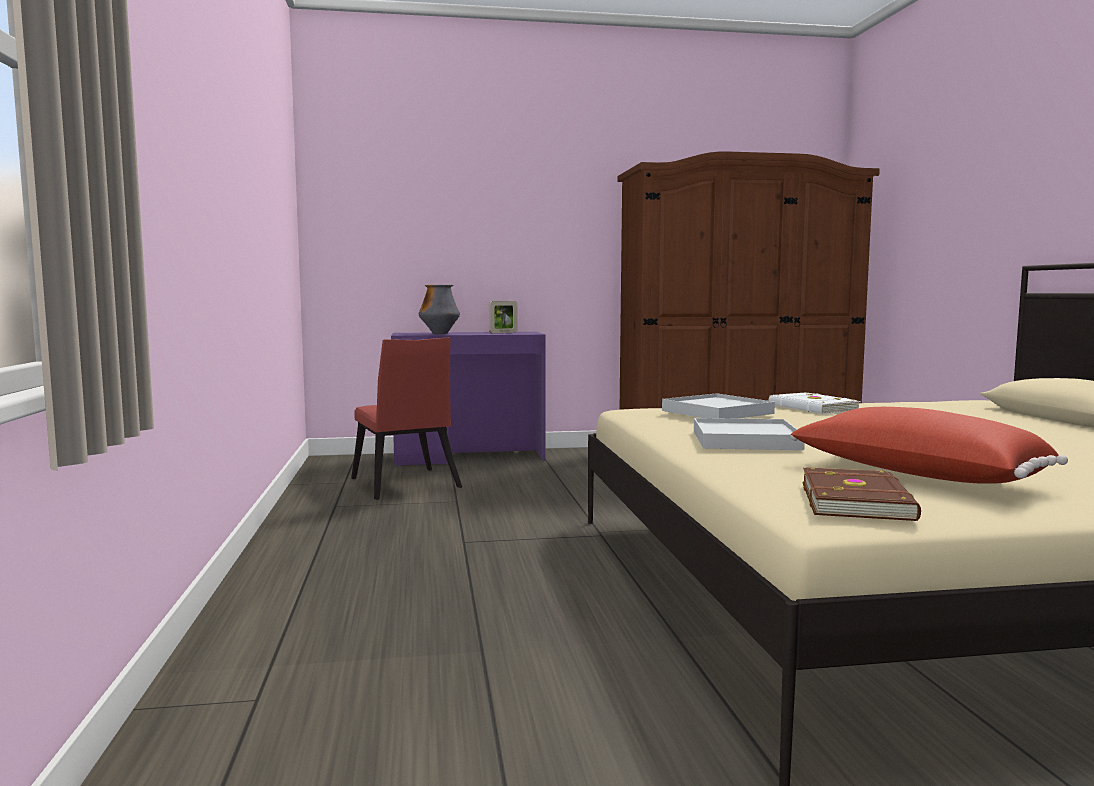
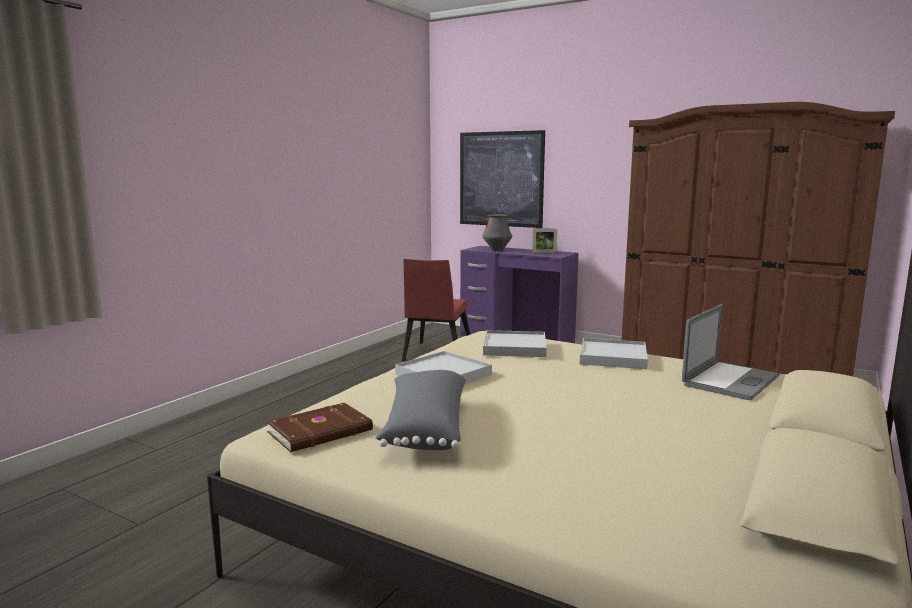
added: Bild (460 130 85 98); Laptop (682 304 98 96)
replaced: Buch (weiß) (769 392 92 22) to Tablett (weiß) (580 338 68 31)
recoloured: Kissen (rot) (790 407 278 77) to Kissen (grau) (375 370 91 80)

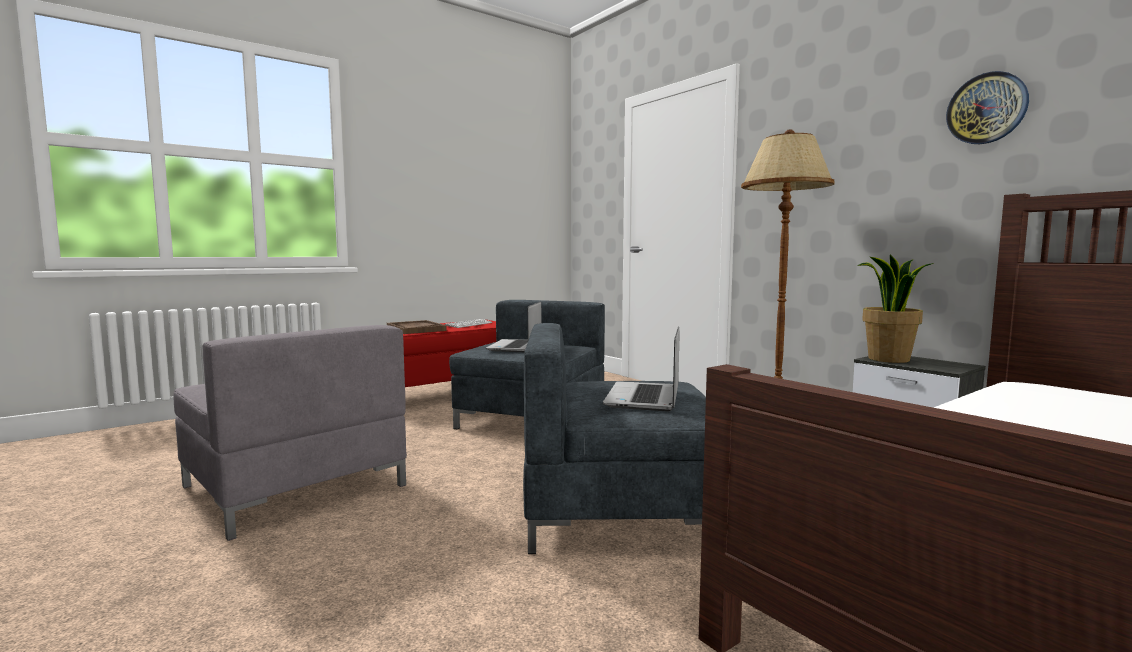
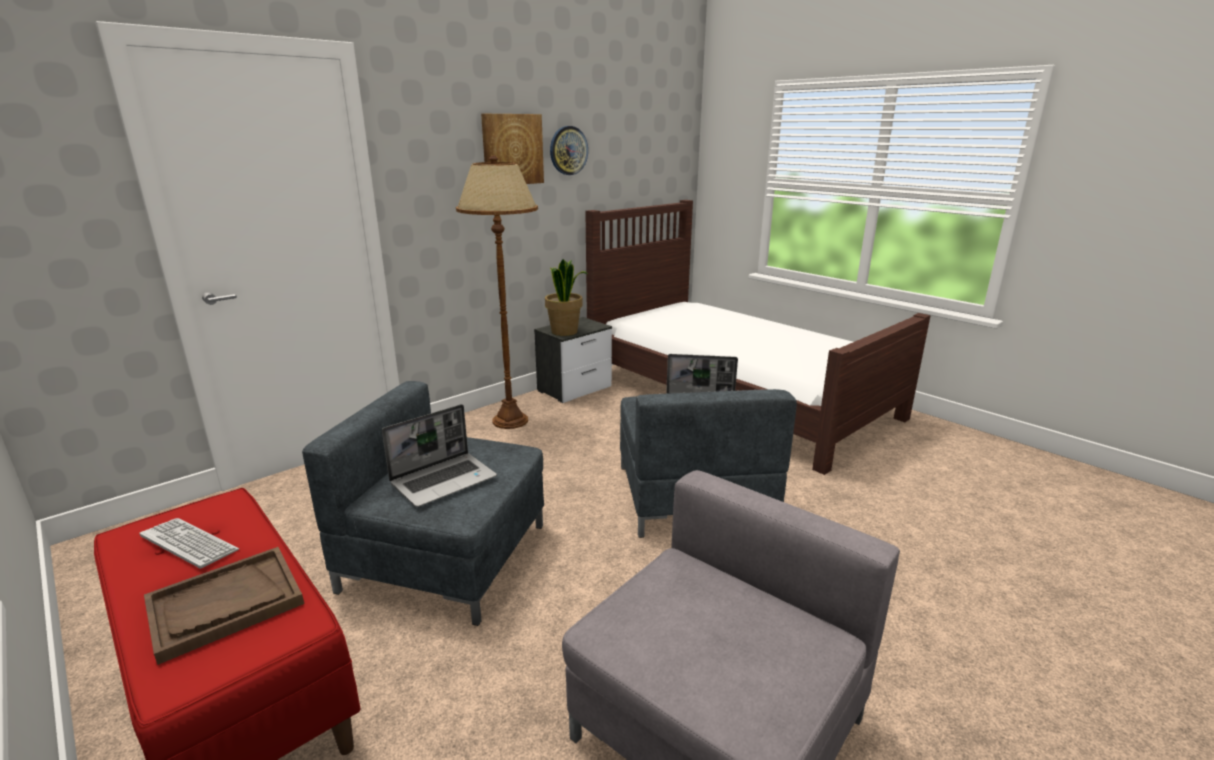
added: Bild (481 114 63 70)
turned: Laptop (486 302 55 50) = (382 404 115 103) 45 degrees counterclockwise

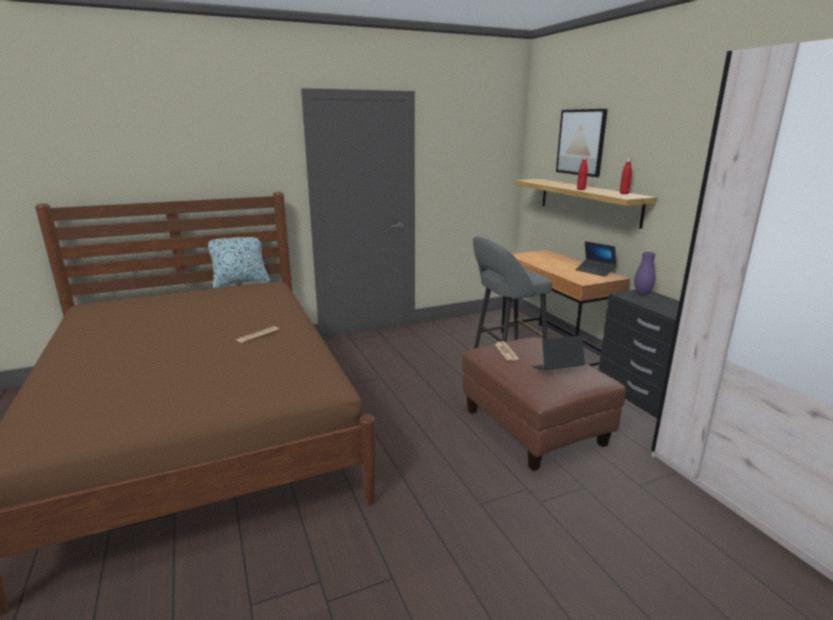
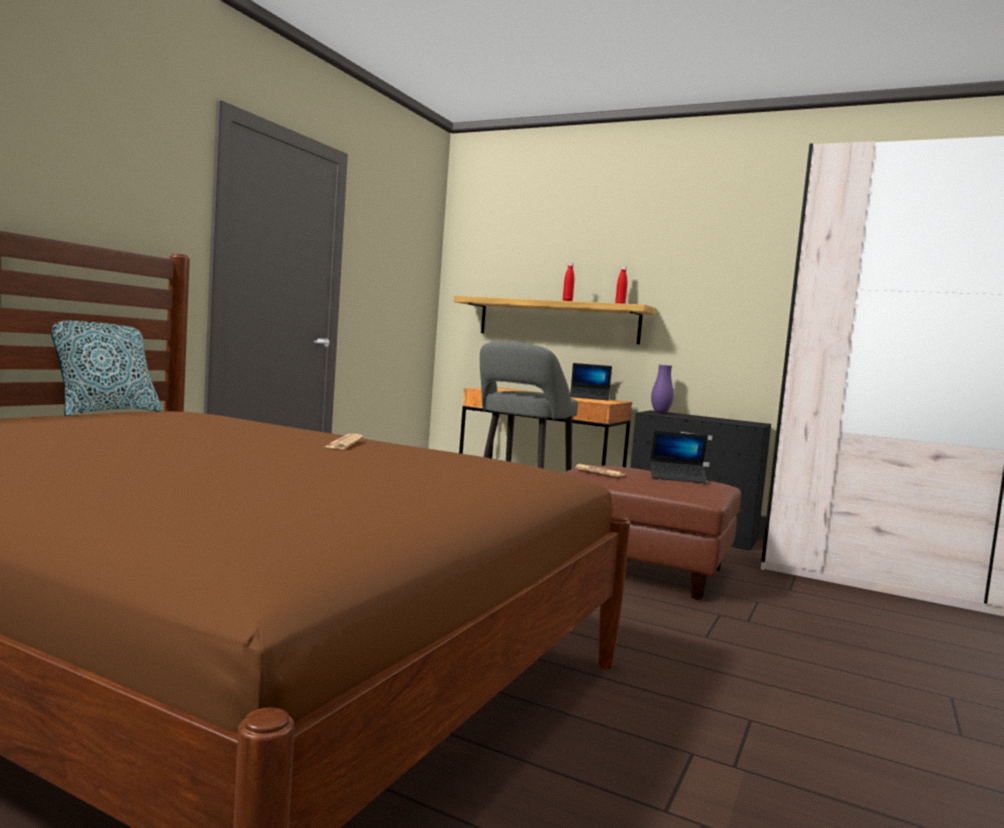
removed: Bild (556 109 52 68)
turned: Laptop (532 335 53 35) = (650 431 58 53) 120 degrees counterclockwise

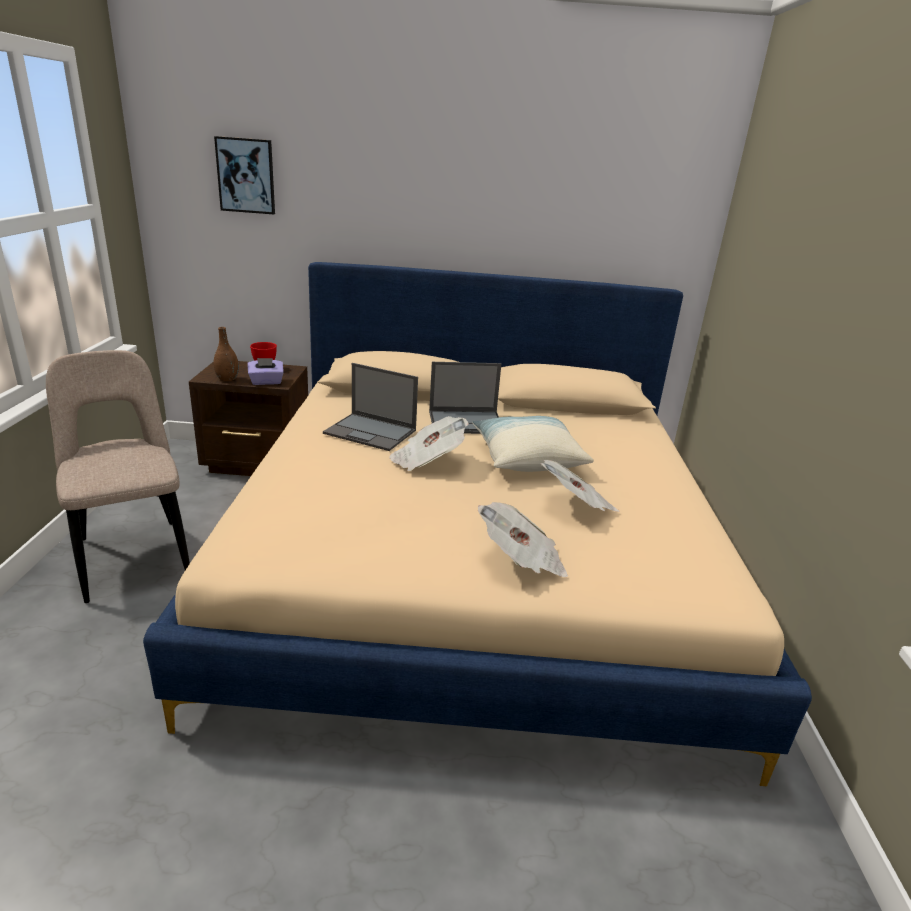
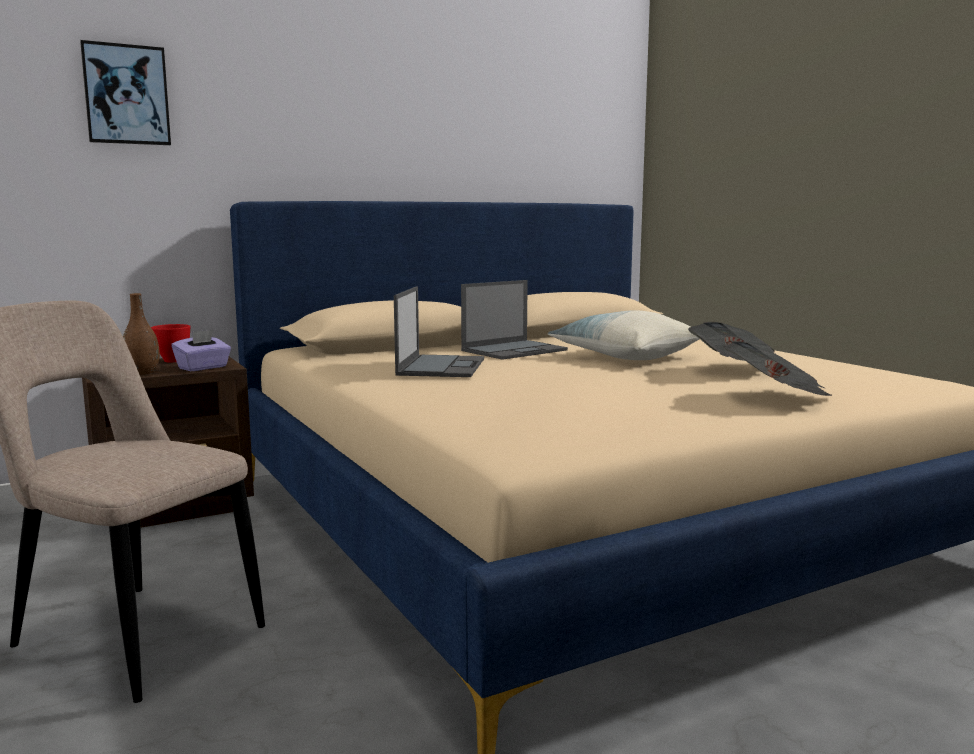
removed: Zeitung (389 416 80 55)
turned: Laptop (323 363 95 88) = (394 287 90 90) 75 degrees counterclockwise

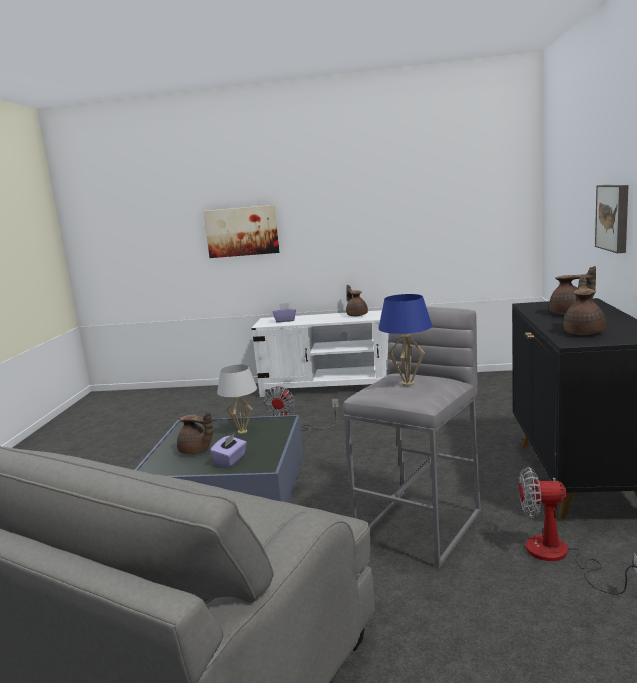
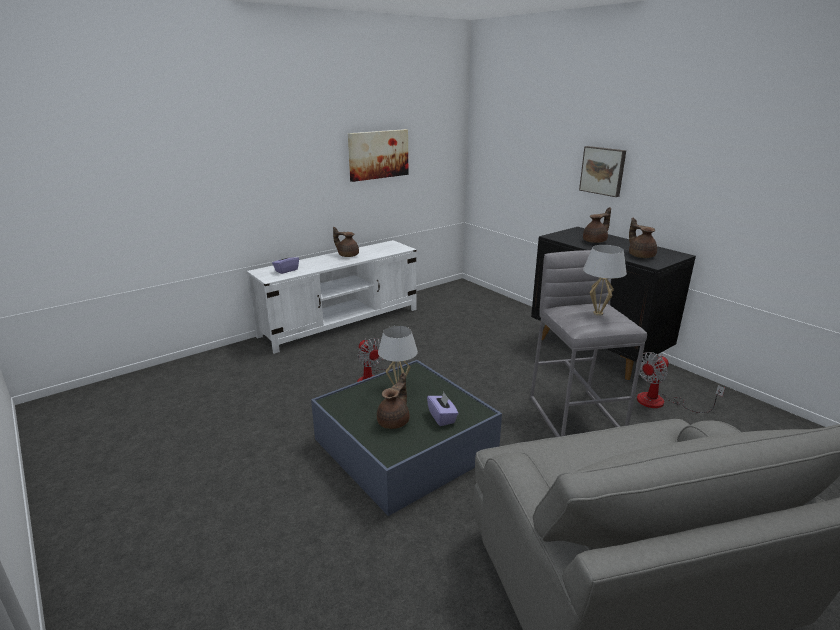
moved: Bild (203 205 77 53) to (348 129 60 53)
recoloured: Tischlampe (blau) (378 294 54 92) to Tischlampe (weiß) (583 245 44 71)
turned: Teekanne (braun) (177 411 36 43) = (377 373 33 56) 45 degrees counterclockwise

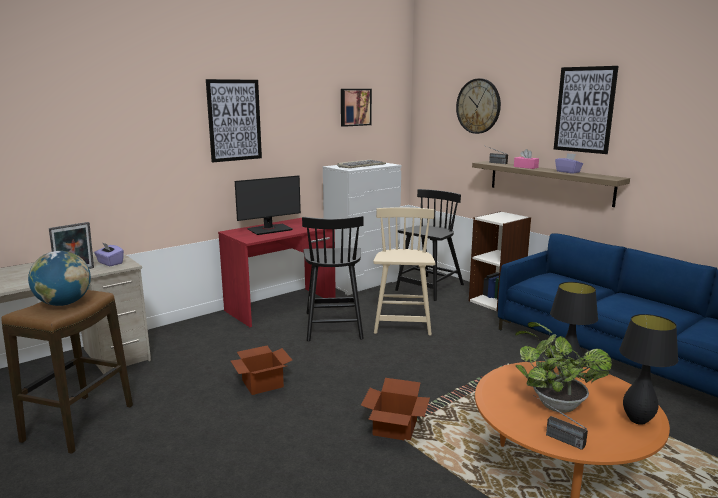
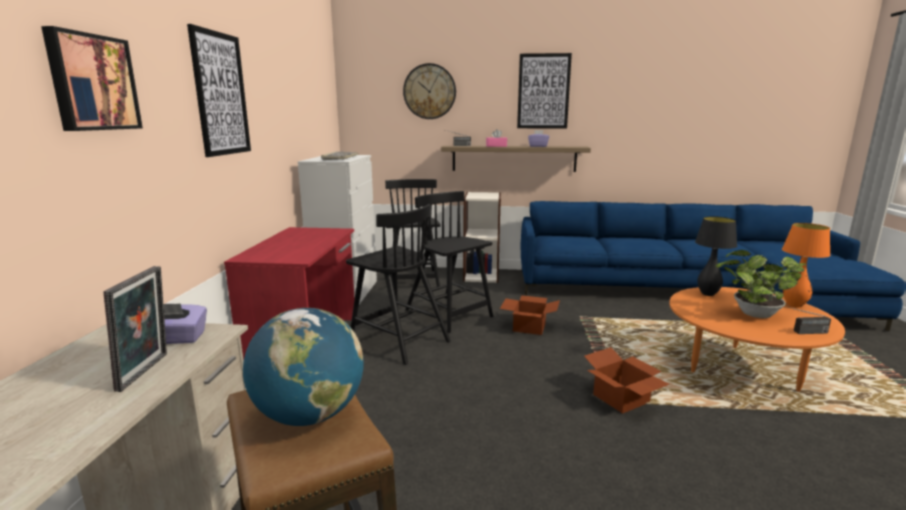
removed: Monitor (235 175 66 60)
moved: Karton (231 346 61 49) to (500 295 60 40); Bild (341 89 31 38) to (41 26 102 105)
recoloured: Stuhl (beige) (373 207 62 129) to Stuhl (schwarz) (405 191 88 142); Tischlampe (schwarz) (619 314 59 111) to Tischlampe (orange) (782 223 48 84)

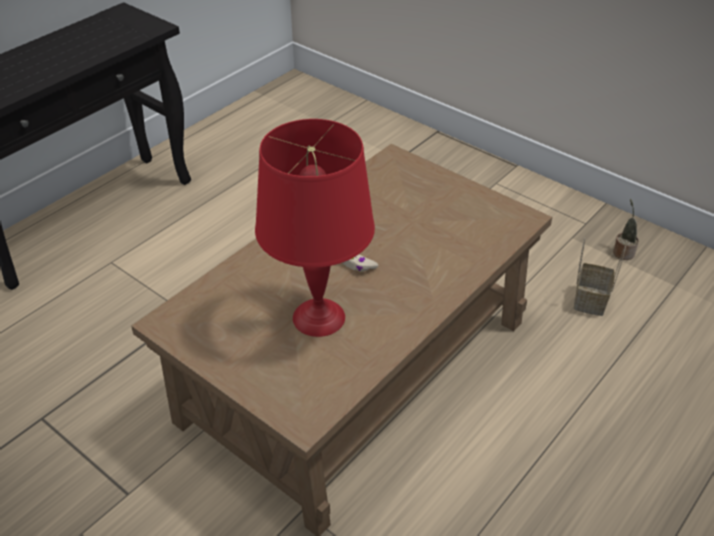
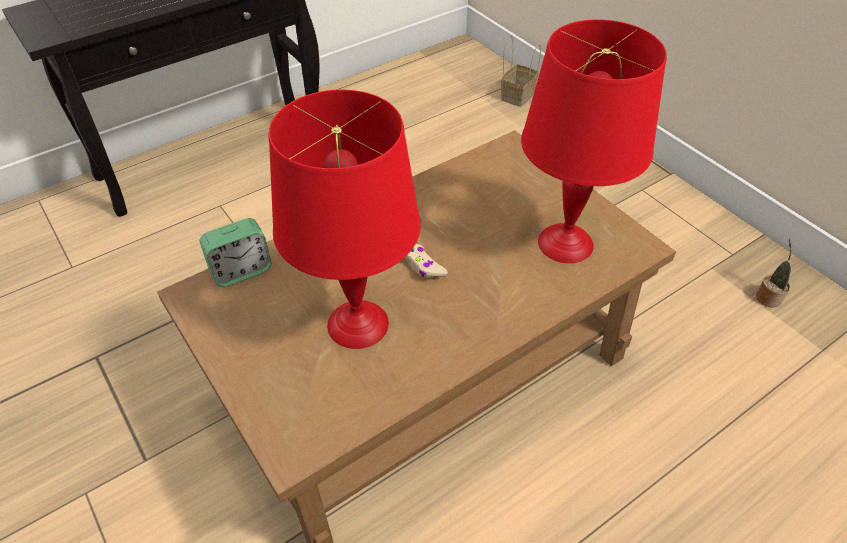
added: Wecker (200 218 72 69); Tischlampe (rot) (521 19 146 244)
moved: Korb (574 237 52 79) to (501 35 40 72)

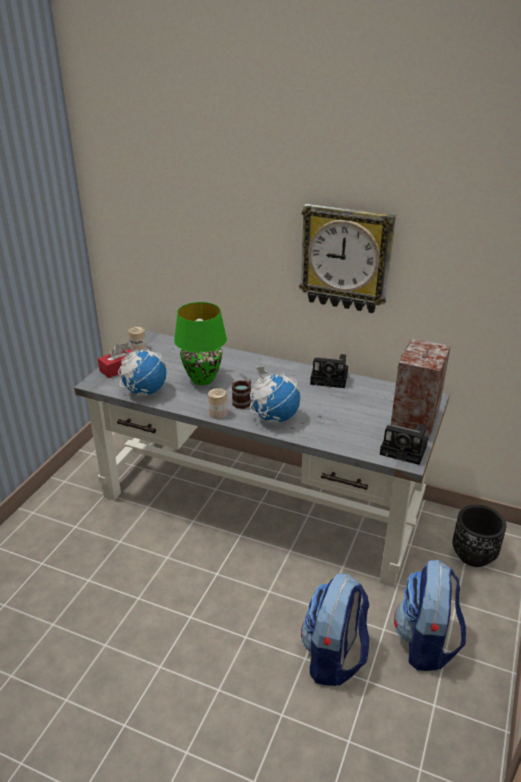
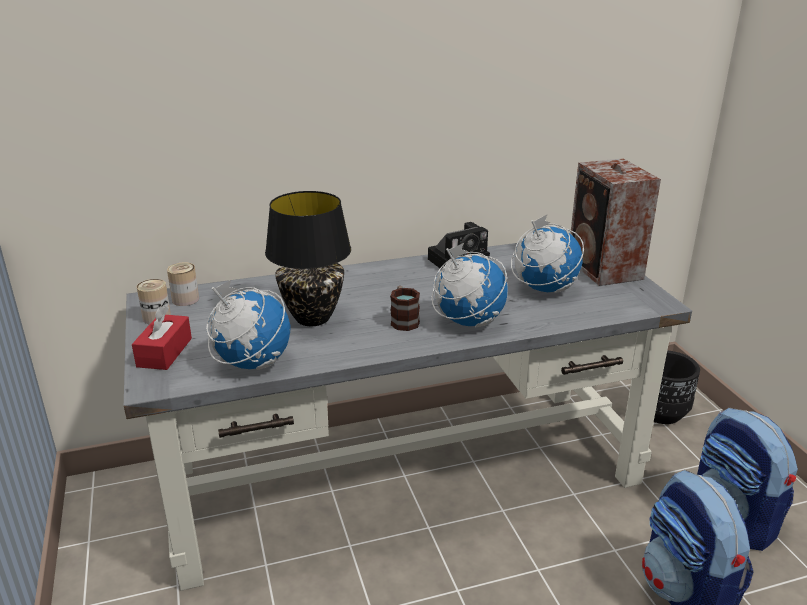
removed: Wanduhr (299 204 97 109); Kamera (380 424 48 41)
added: Globus (511 214 73 79)
moved: Dose (208 388 20 31) to (167 262 32 44)
recoloured: Tischlampe (grün) (174 302 53 83) to Tischlampe (schwarz) (265 191 86 135)

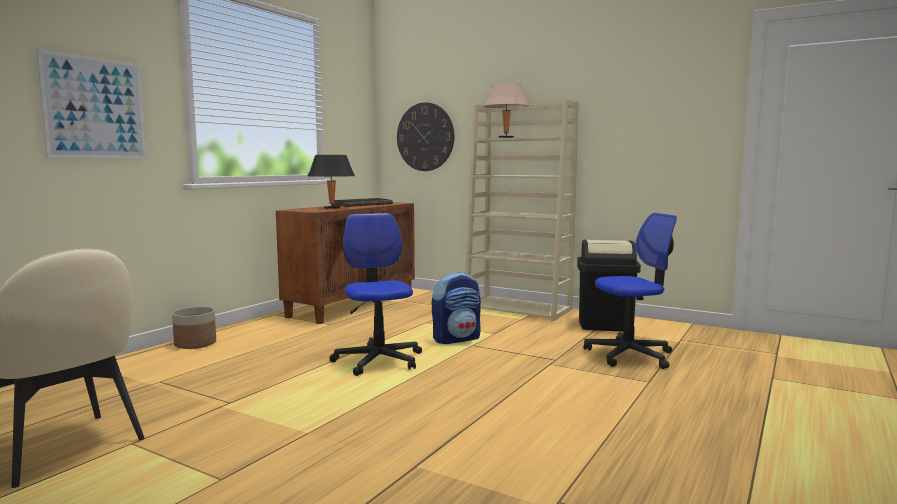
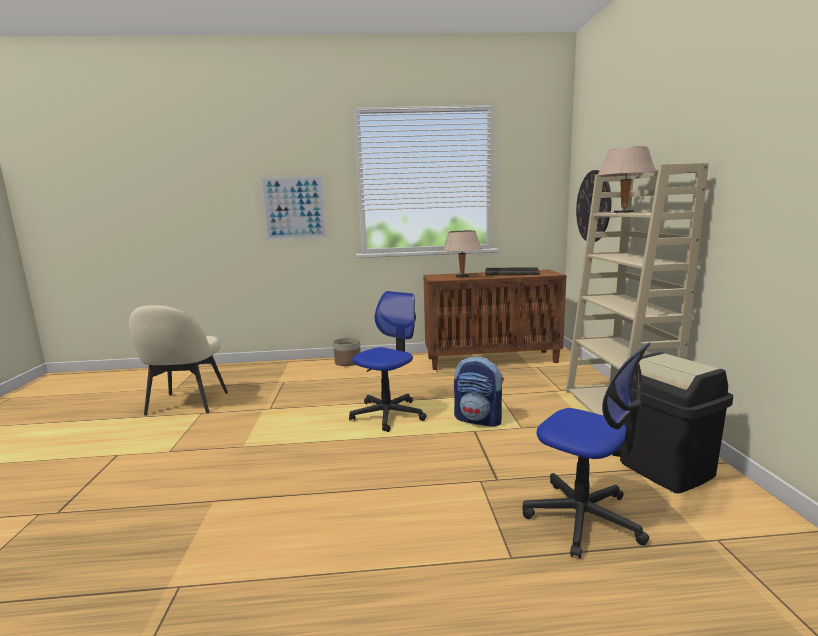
recoloured: Tischlampe (schwarz) (308 155 47 54) to Tischlampe (beige) (442 231 40 47)

